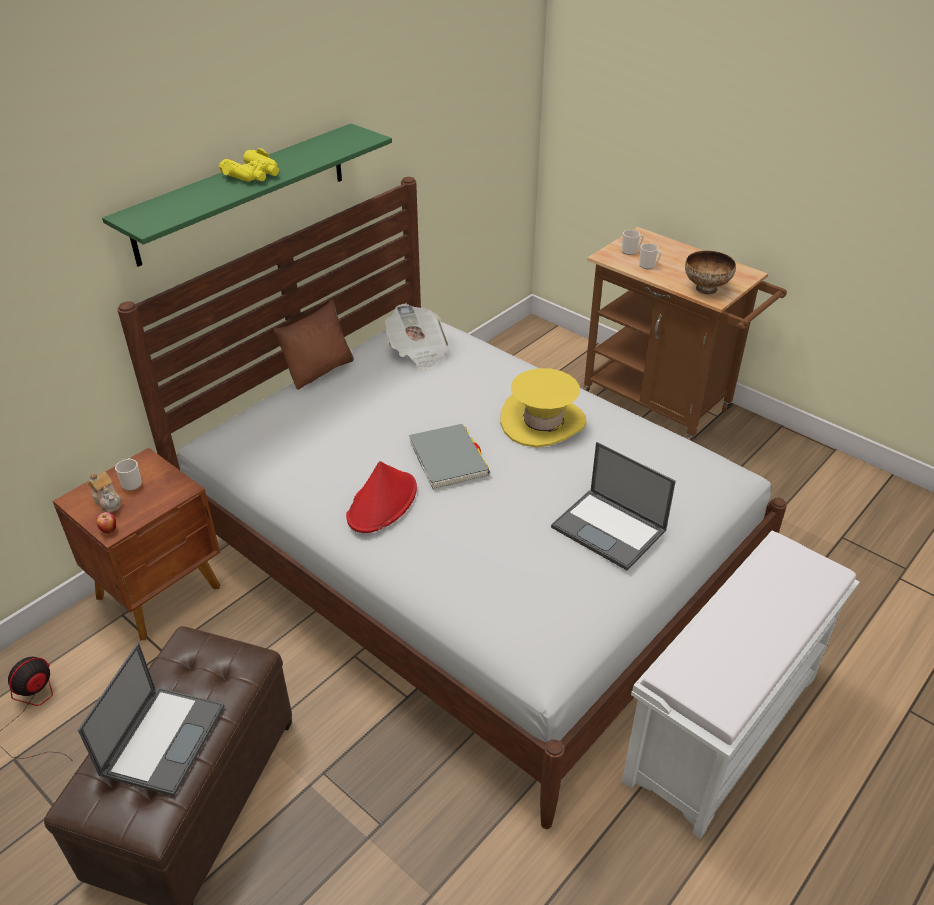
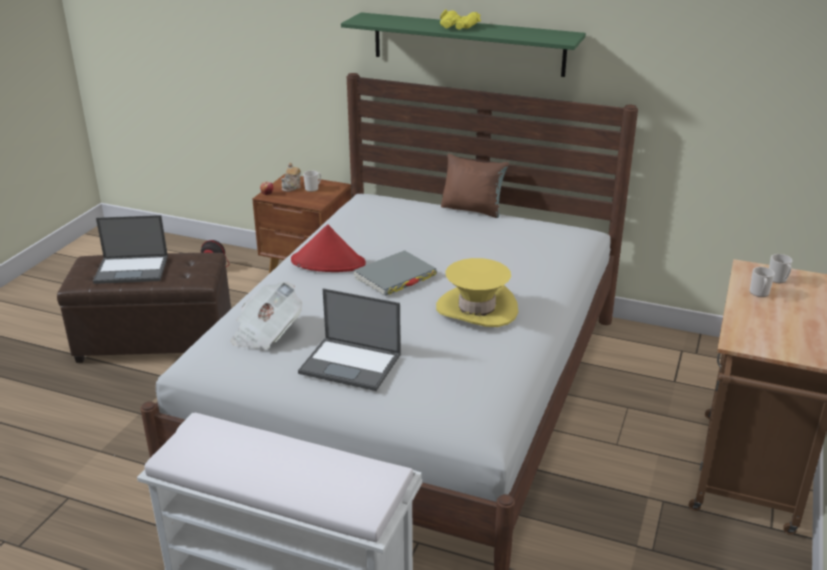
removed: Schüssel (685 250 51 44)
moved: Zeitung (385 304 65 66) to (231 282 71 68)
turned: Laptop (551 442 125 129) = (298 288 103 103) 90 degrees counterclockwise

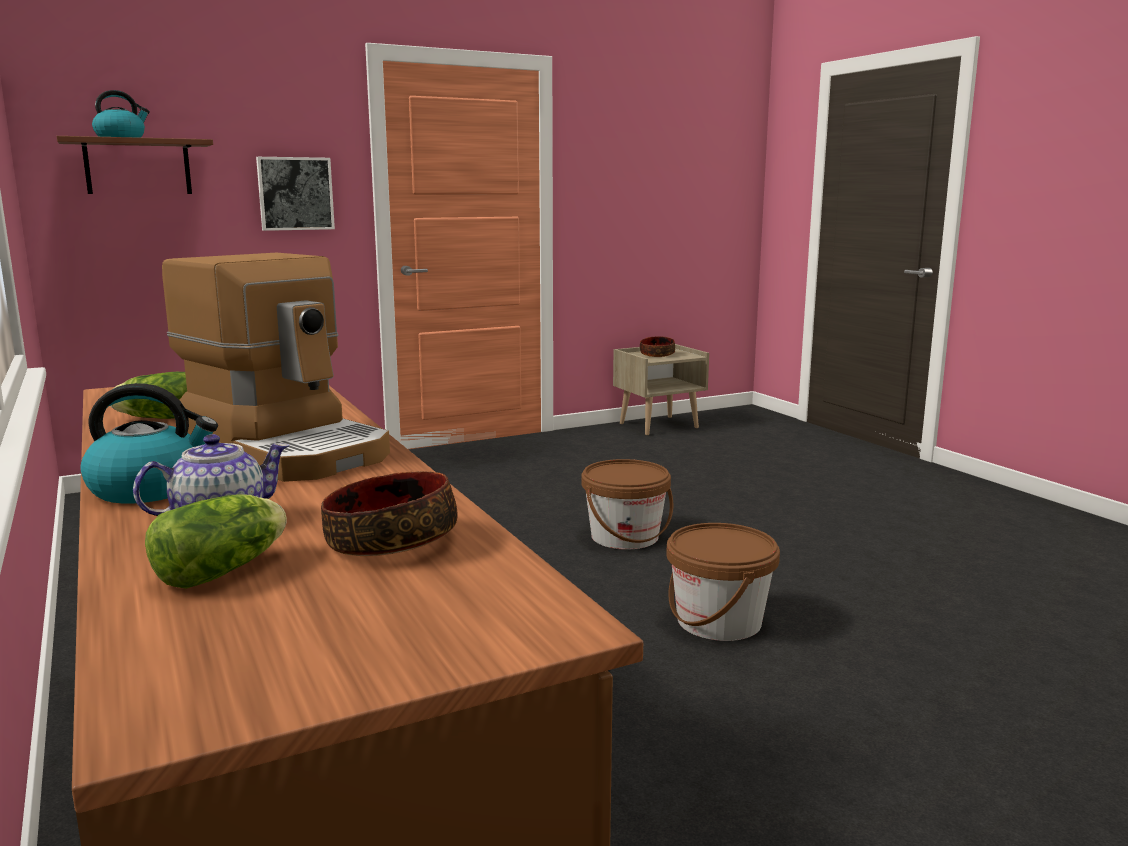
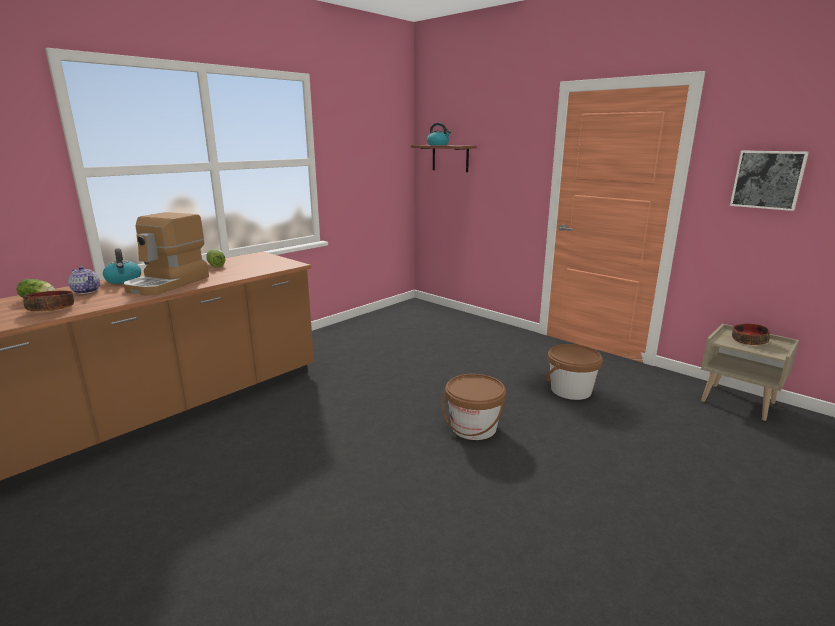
moved: Bild (256 157 79 74) to (730 150 79 61); Eimer (braun) (666 523 114 118) to (545 344 58 56)

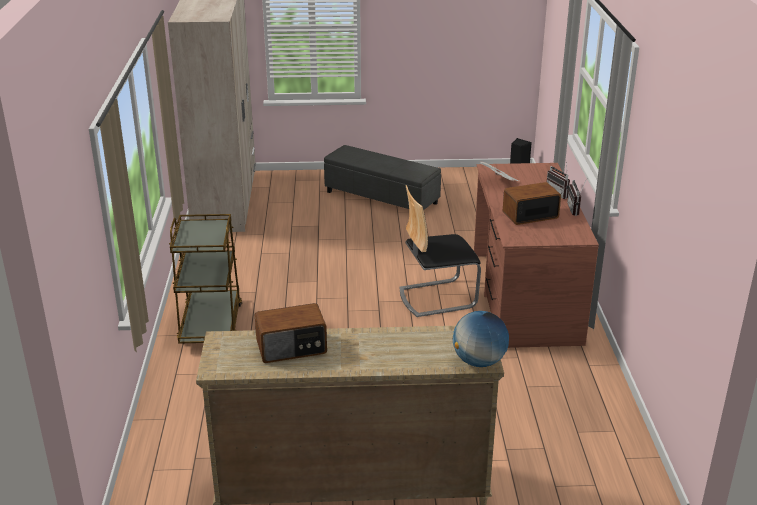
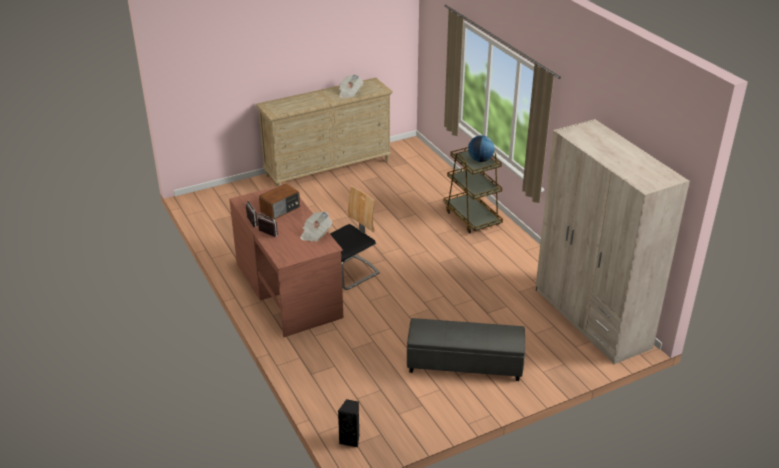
moved: Globus (453 311 56 56) to (468 135 27 27)
replaced: Radio (255 303 72 60) to Zeitung (339 74 24 24)

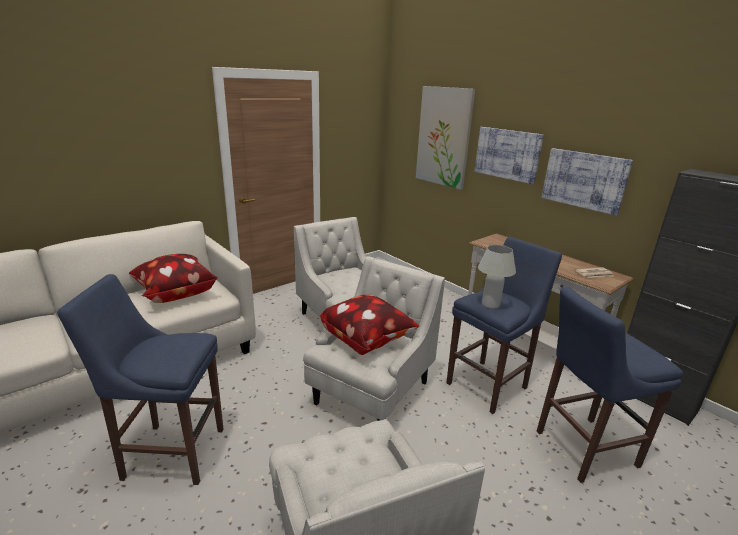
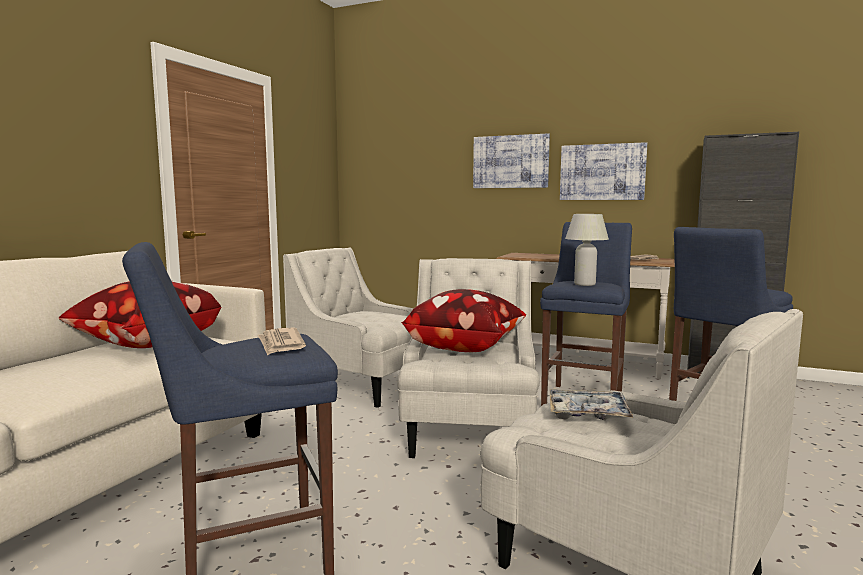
removed: Bild (416 86 59 104)
added: Zeitung (258 327 48 28); Tablett (550 389 83 31)

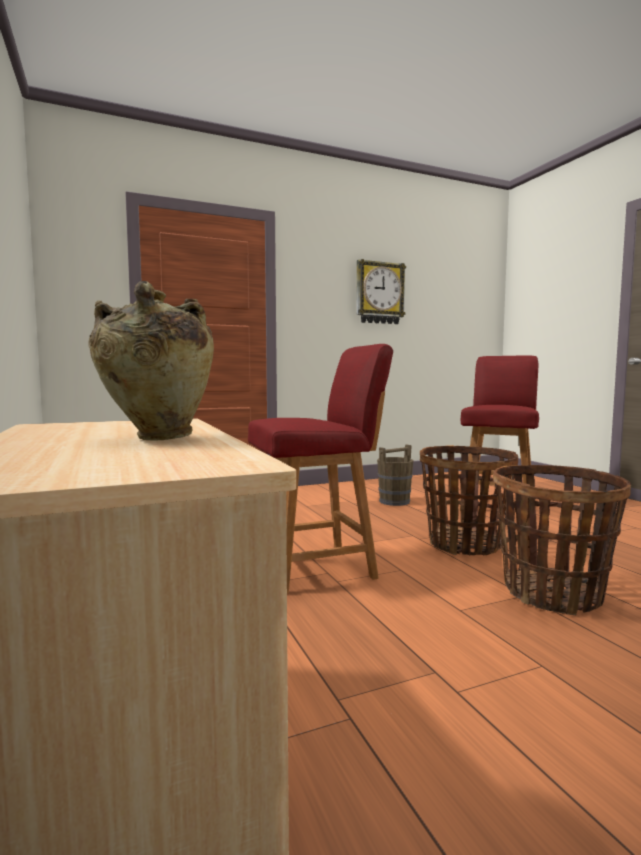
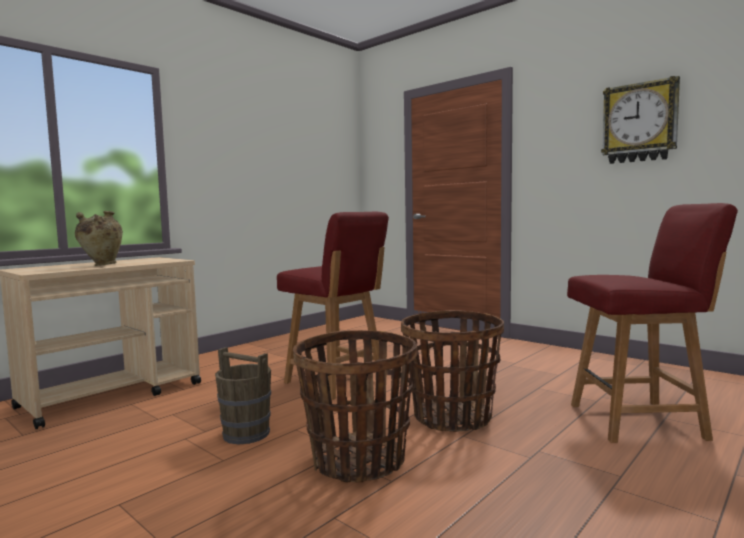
moved: Eimer (braun) (377 444 37 62) to (215 347 56 98)

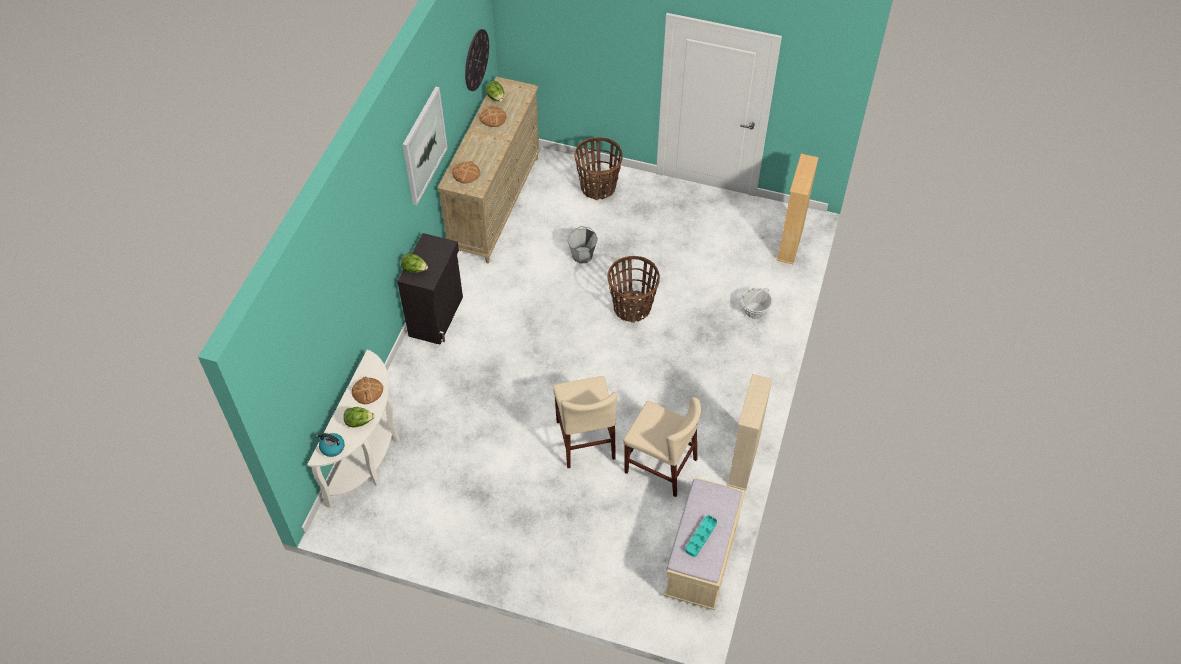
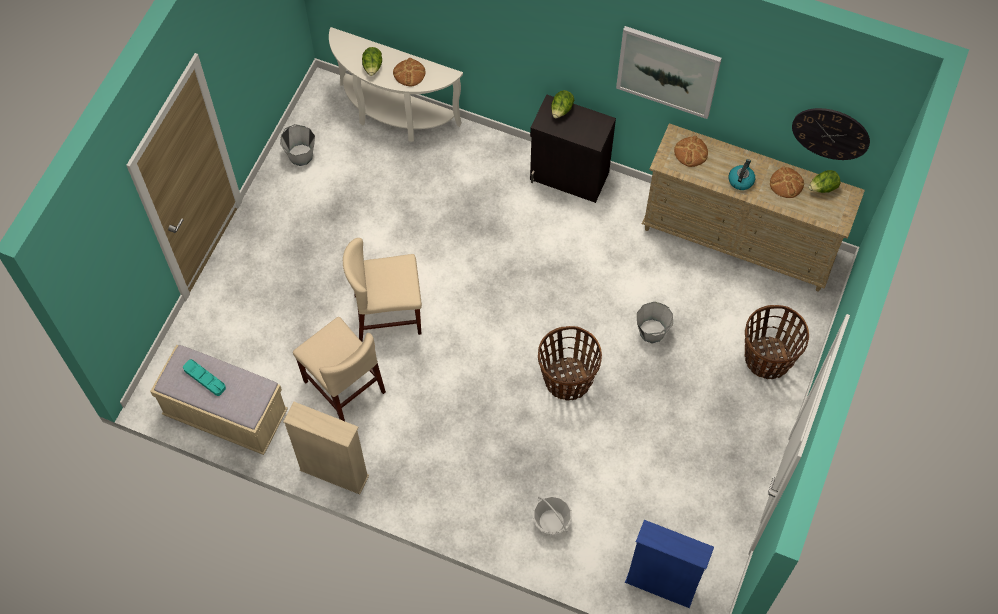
added: Eimer (grau) (280 124 35 42)
moved: Wasserkessel (315 433 30 24) to (728 159 27 31)
recoloured: Bücherregal (beige) (776 154 43 110) to Bücherregal (blau) (625 520 89 88)
turned: Stuhl (beige) (623 397 78 100) = (293 317 93 104) 75 degrees counterclockwise

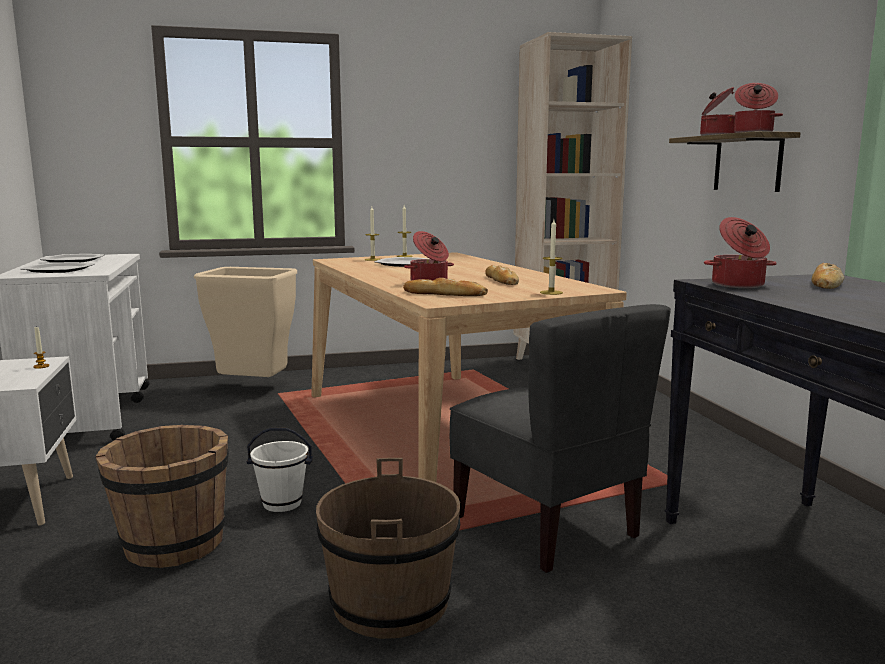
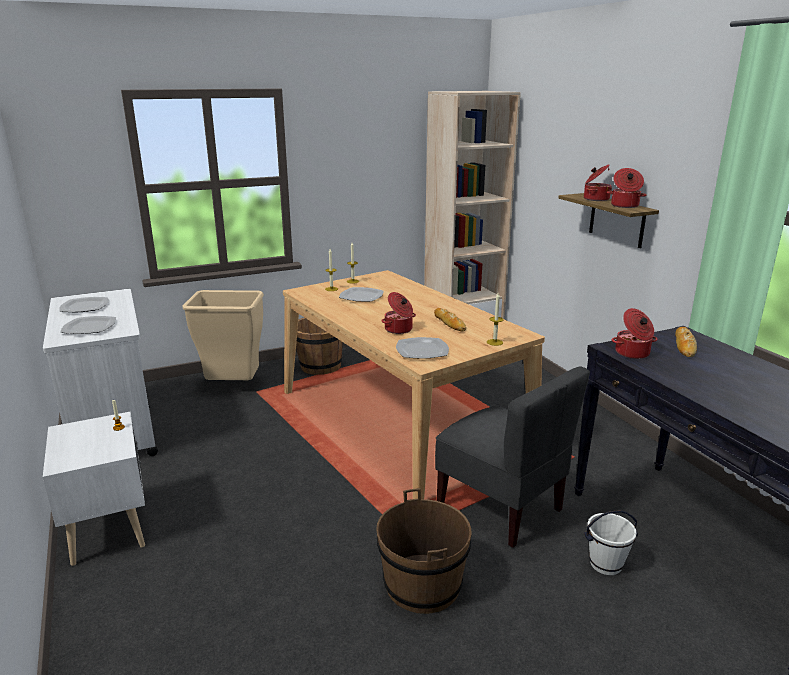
moved: Eimer (braun) (95 425 134 143) to (296 317 47 58); Eimer (weiß) (247 428 66 84) to (584 510 54 65)
replaced: Brot (403 278 85 18) to Teller (396 337 53 22)

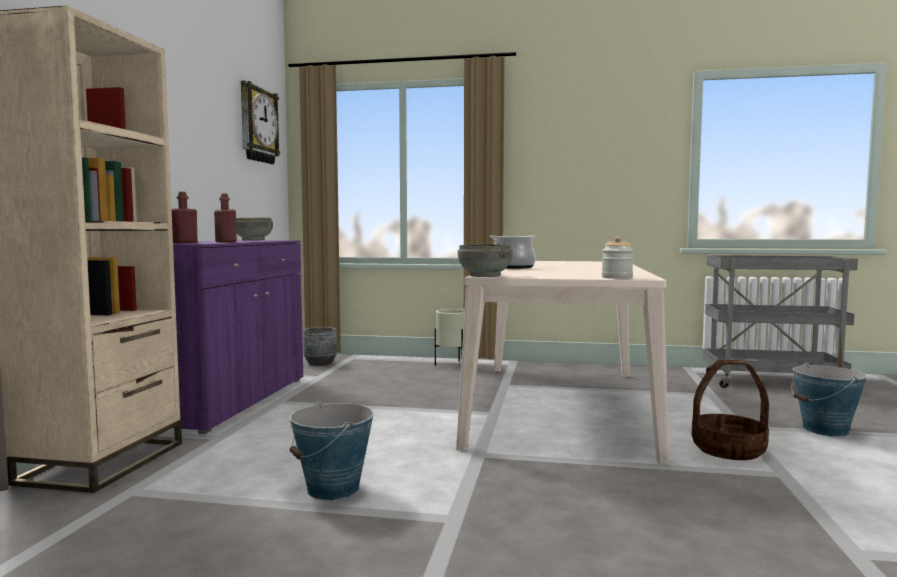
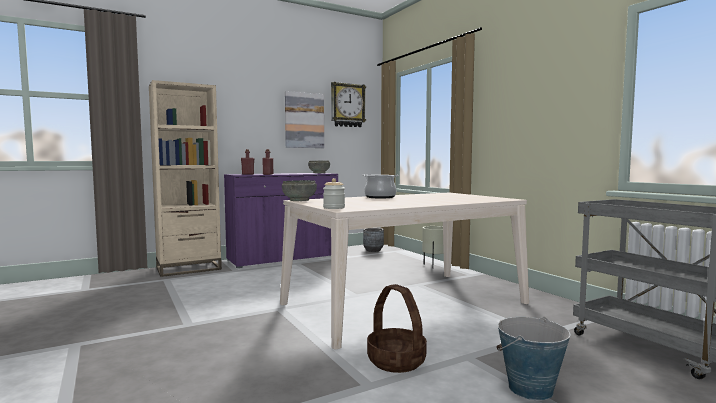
removed: Eimer (290 401 84 99)
added: Bild (285 91 39 57)

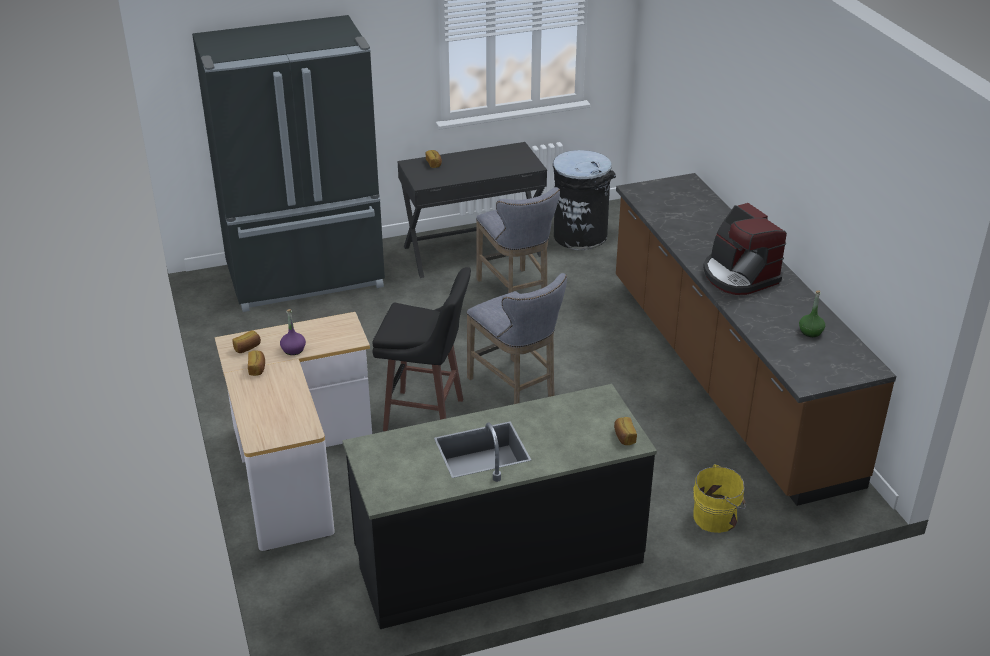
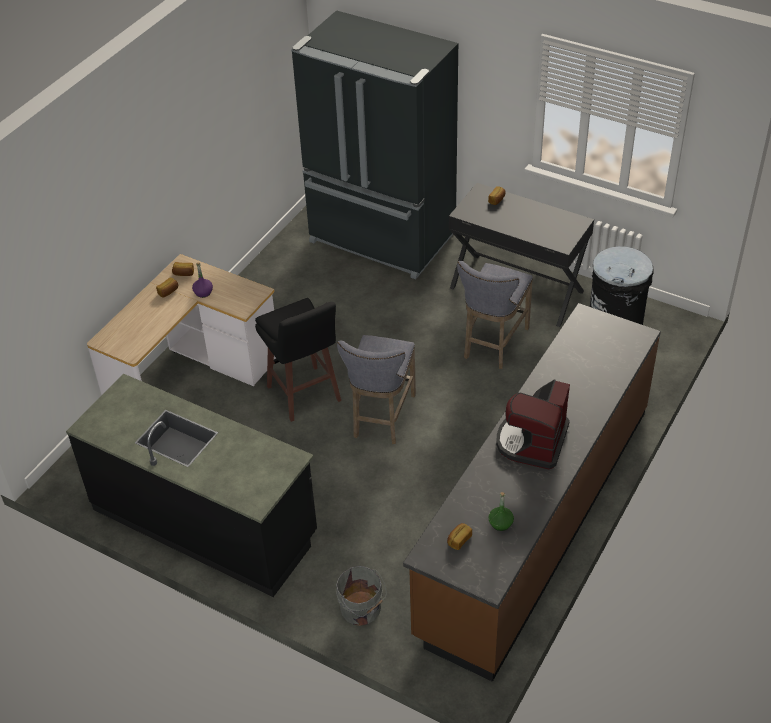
moved: Brot (614 417 23 28) to (447 523 25 27)
recoloured: Eimer (gelb) (693 464 53 69) to Eimer (grau) (336 566 51 60)

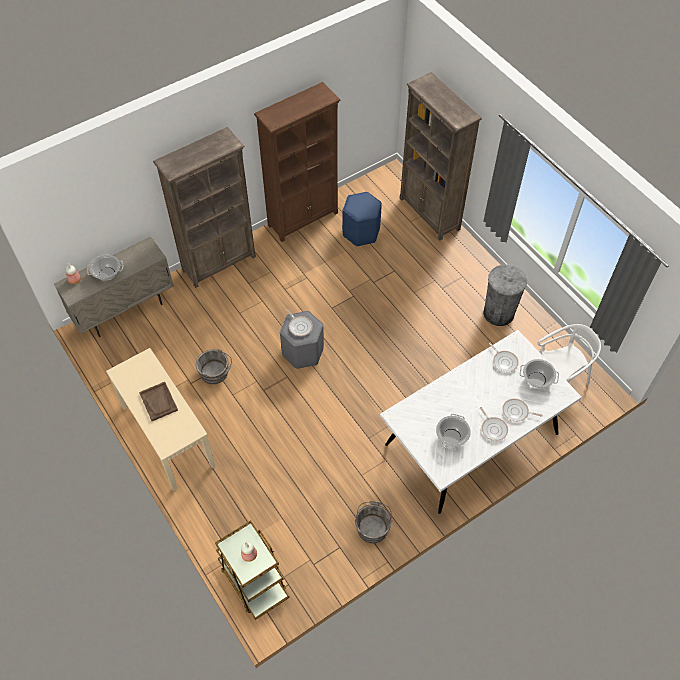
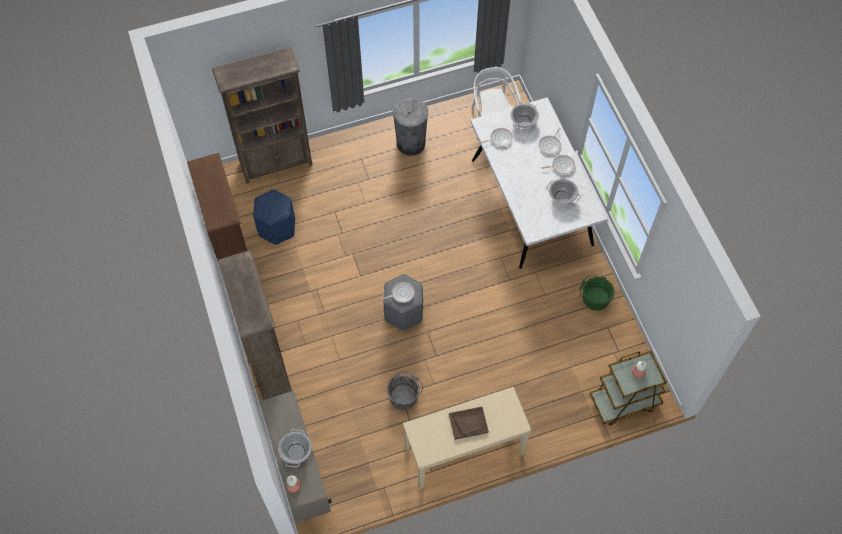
recoloured: Eimer (grau) (355 501 37 42) to Eimer (grün) (580 275 35 35)

